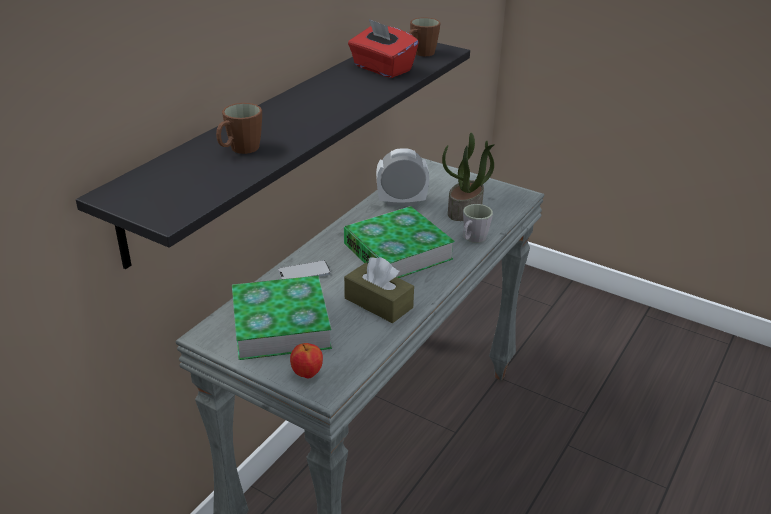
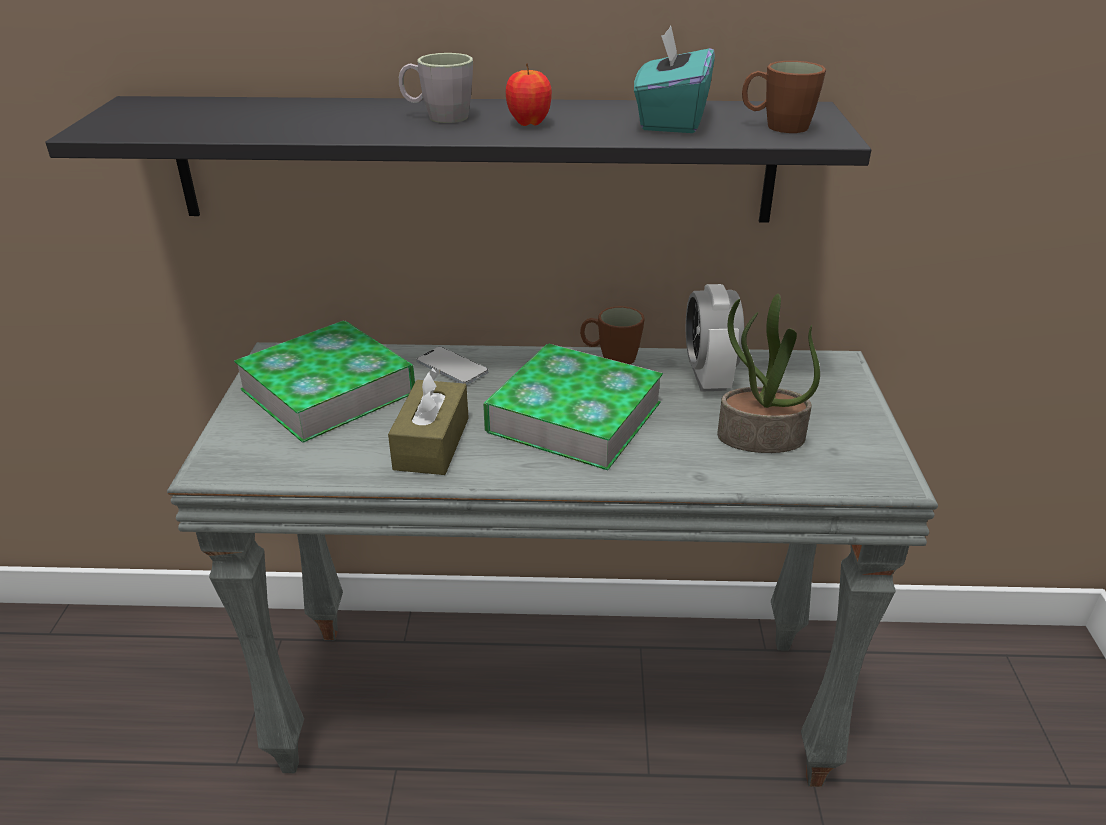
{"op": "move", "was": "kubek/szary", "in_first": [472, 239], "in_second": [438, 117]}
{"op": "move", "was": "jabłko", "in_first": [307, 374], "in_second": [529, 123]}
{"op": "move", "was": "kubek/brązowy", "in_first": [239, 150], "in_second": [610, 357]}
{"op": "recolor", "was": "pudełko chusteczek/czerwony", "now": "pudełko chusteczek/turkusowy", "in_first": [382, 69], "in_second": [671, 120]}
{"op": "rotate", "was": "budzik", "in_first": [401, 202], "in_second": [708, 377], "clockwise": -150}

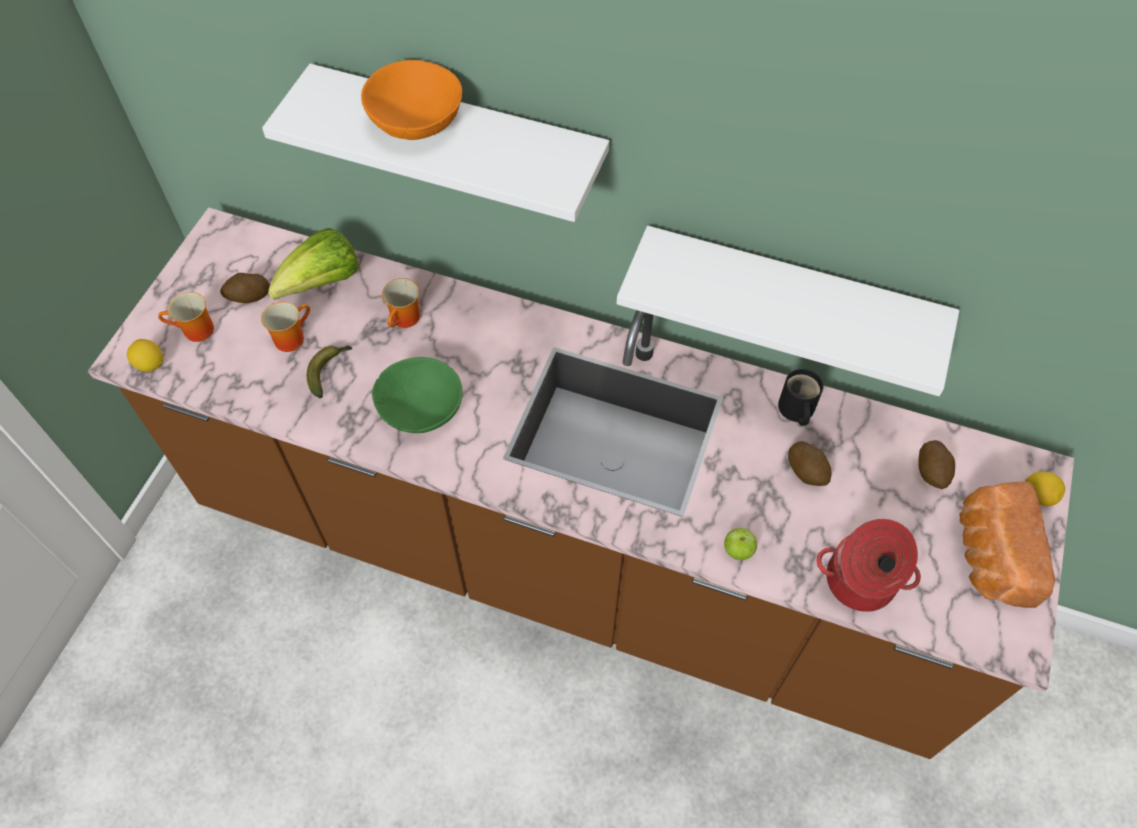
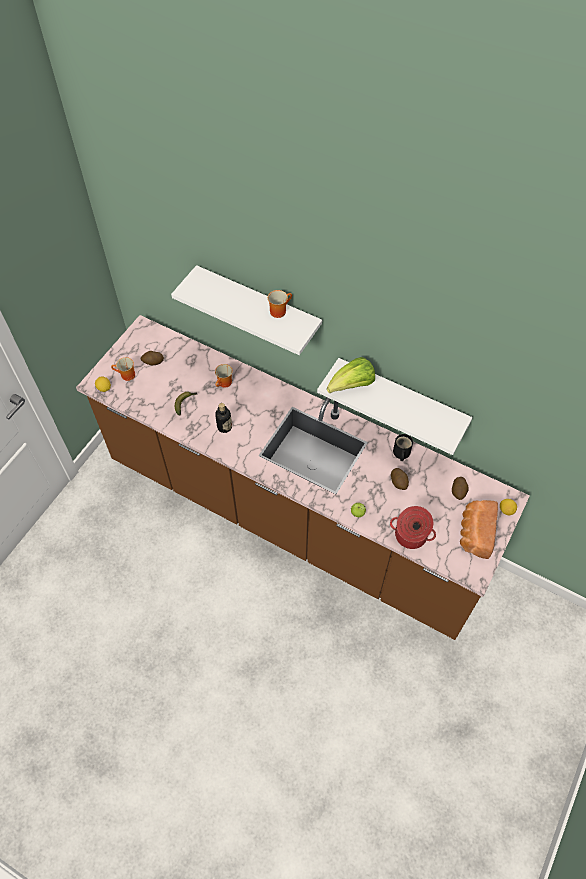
{"op": "replace", "was": "miska/zielony", "now": "butelka", "in_first": [420, 409], "in_second": [224, 427]}
{"op": "move", "was": "kubek", "in_first": [291, 336], "in_second": [278, 310]}
{"op": "move", "was": "sałata", "in_first": [322, 283], "in_second": [351, 386]}
{"op": "delete", "was": "miska/pomarańczowy", "in_first": [415, 123]}

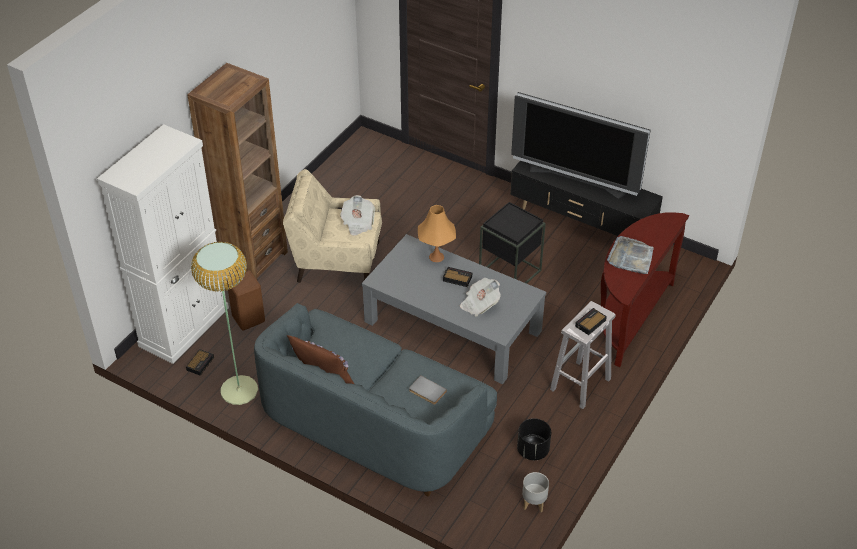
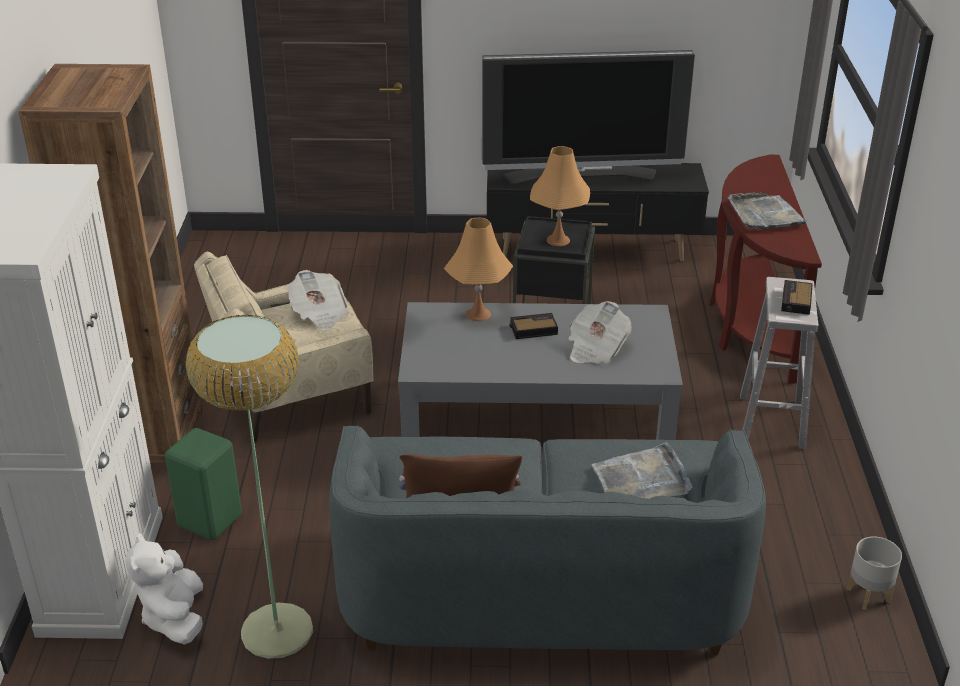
{"op": "replace", "was": "budzik", "now": "pluszak/biały", "in_first": [200, 363], "in_second": [175, 618]}
{"op": "recolor", "was": "stołek/brązowy", "now": "stołek/zielony", "in_first": [247, 318], "in_second": [208, 521]}
{"op": "insert", "now": "lampa stołowa/pomarańczowy", "in_second": [558, 240]}
{"op": "replace", "was": "książka/szary", "now": "taca/szary", "in_first": [427, 392], "in_second": [641, 480]}
{"op": "delete", "was": "donica/czarny", "in_first": [532, 450]}

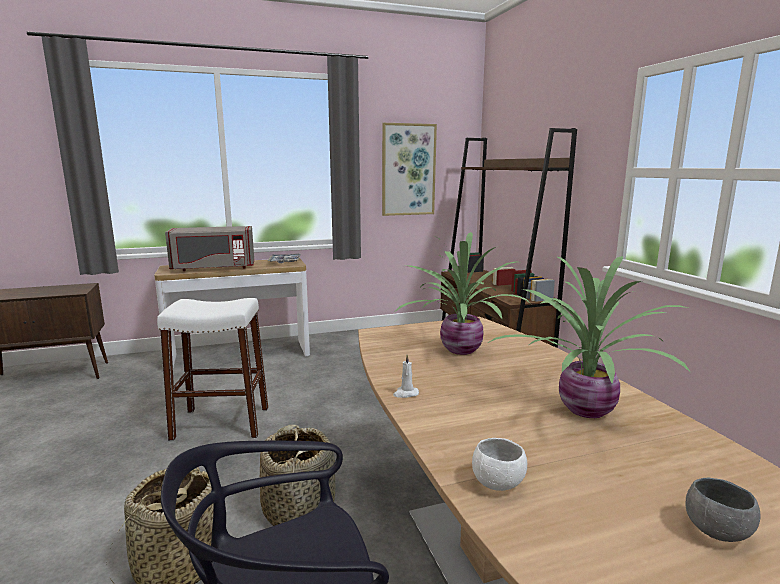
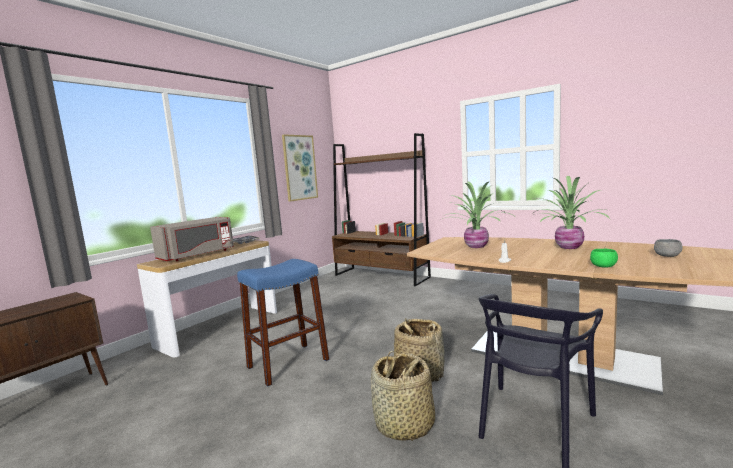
{"op": "recolor", "was": "stołek/biały", "now": "stołek/niebieski", "in_first": [221, 423], "in_second": [288, 363]}
{"op": "recolor", "was": "miska/biały", "now": "miska/zielony", "in_first": [498, 483], "in_second": [603, 266]}

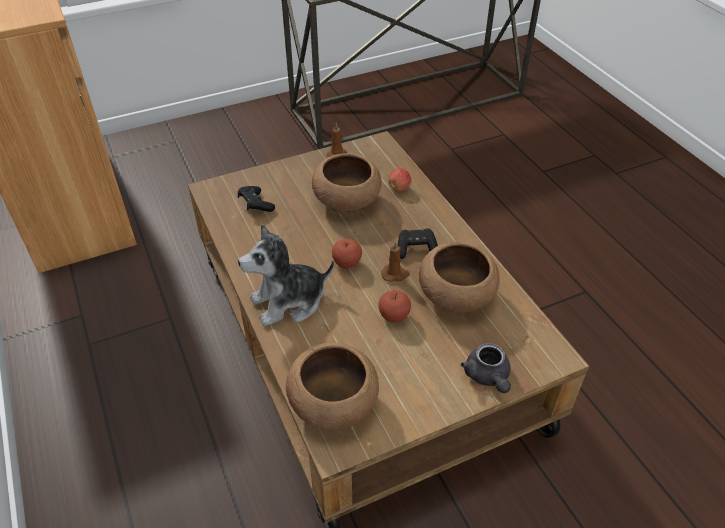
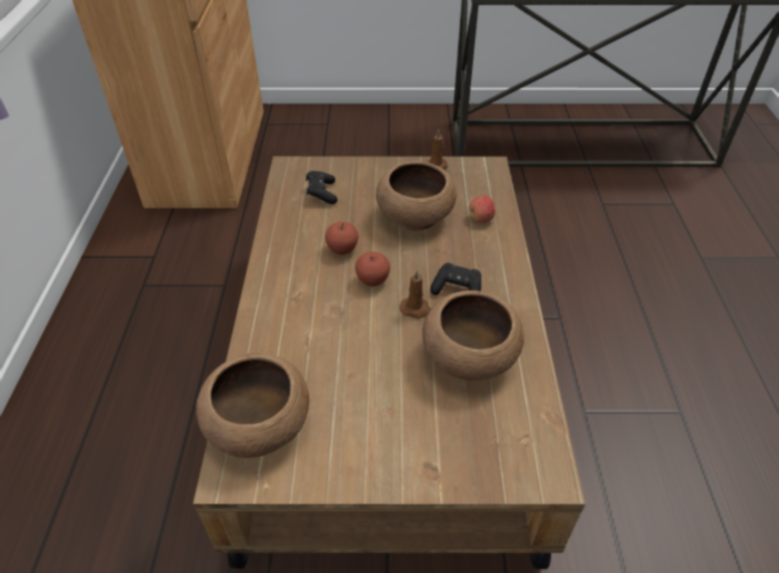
{"op": "move", "was": "jabłko", "in_first": [394, 316], "in_second": [342, 249]}
{"op": "delete", "was": "pluszak", "in_first": [289, 302]}
{"op": "delete", "was": "imbryk/szary", "in_first": [488, 377]}

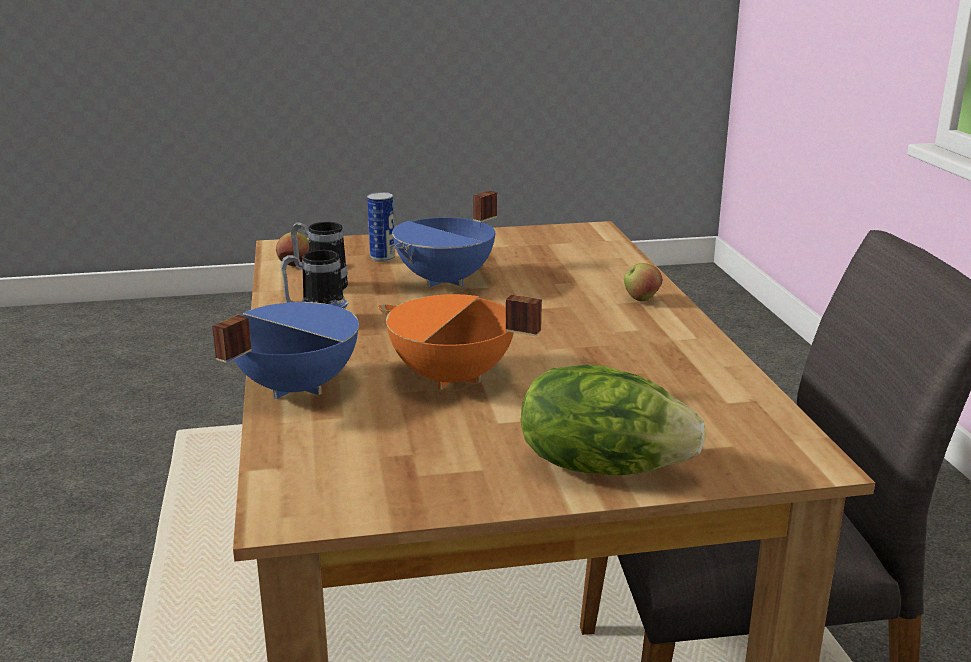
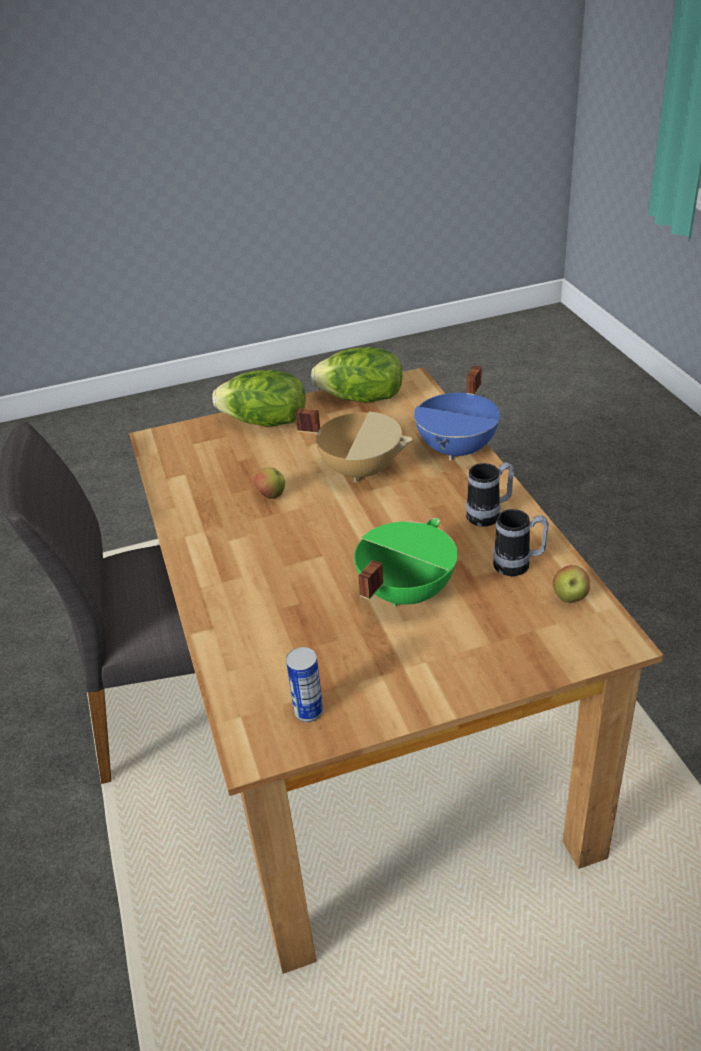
{"op": "move", "was": "jabłko", "in_first": [641, 300], "in_second": [271, 495]}
{"op": "move", "was": "puszka", "in_first": [382, 258], "in_second": [308, 711]}
{"op": "recolor", "was": "garnek/pomarańczowy", "now": "garnek/beżowy", "in_first": [451, 378], "in_second": [360, 469]}
{"op": "insert", "now": "sałata", "in_second": [361, 399]}
{"op": "recolor", "was": "garnek/niebieski", "now": "garnek/zielony", "in_first": [446, 281], "in_second": [404, 592]}

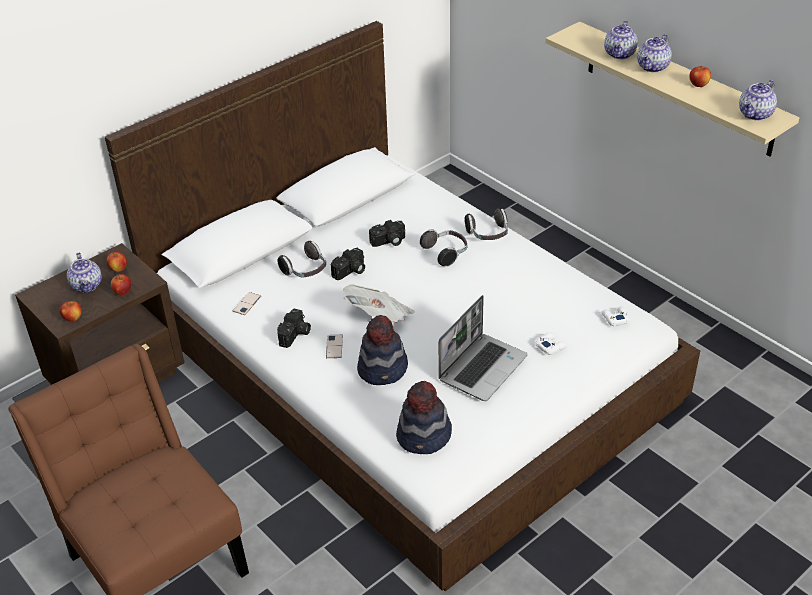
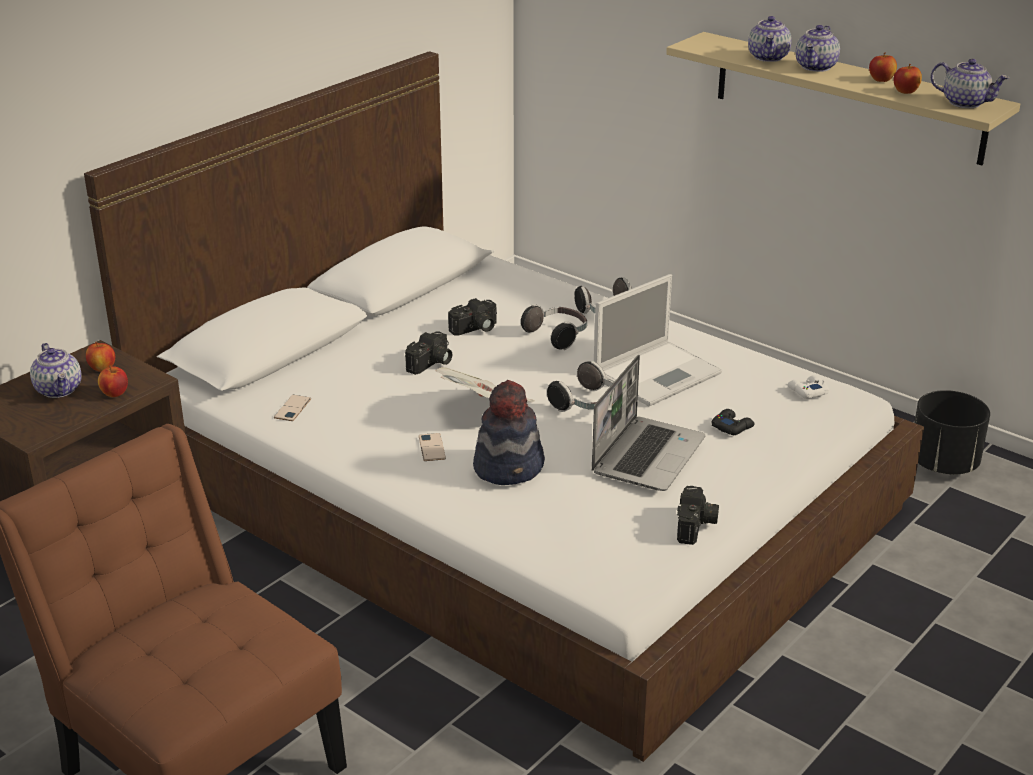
{"op": "move", "was": "słuchawki", "in_first": [305, 270], "in_second": [586, 404]}
{"op": "insert", "now": "laptop", "in_second": [658, 373]}
{"op": "move", "was": "aparat fotograficzny", "in_first": [295, 335], "in_second": [696, 526]}
{"op": "recolor", "was": "pad do gier/biały", "now": "pad do gier/czarny", "in_first": [550, 346], "in_second": [732, 427]}
{"op": "move", "was": "jabłko", "in_first": [73, 318], "in_second": [905, 92]}
{"op": "insert", "now": "donica/czarny", "in_second": [943, 464]}
{"op": "rotate", "was": "imbryk", "in_first": [755, 114], "in_second": [965, 103], "clockwise": -90}
{"op": "delete", "was": "kapelusz", "in_first": [424, 436]}

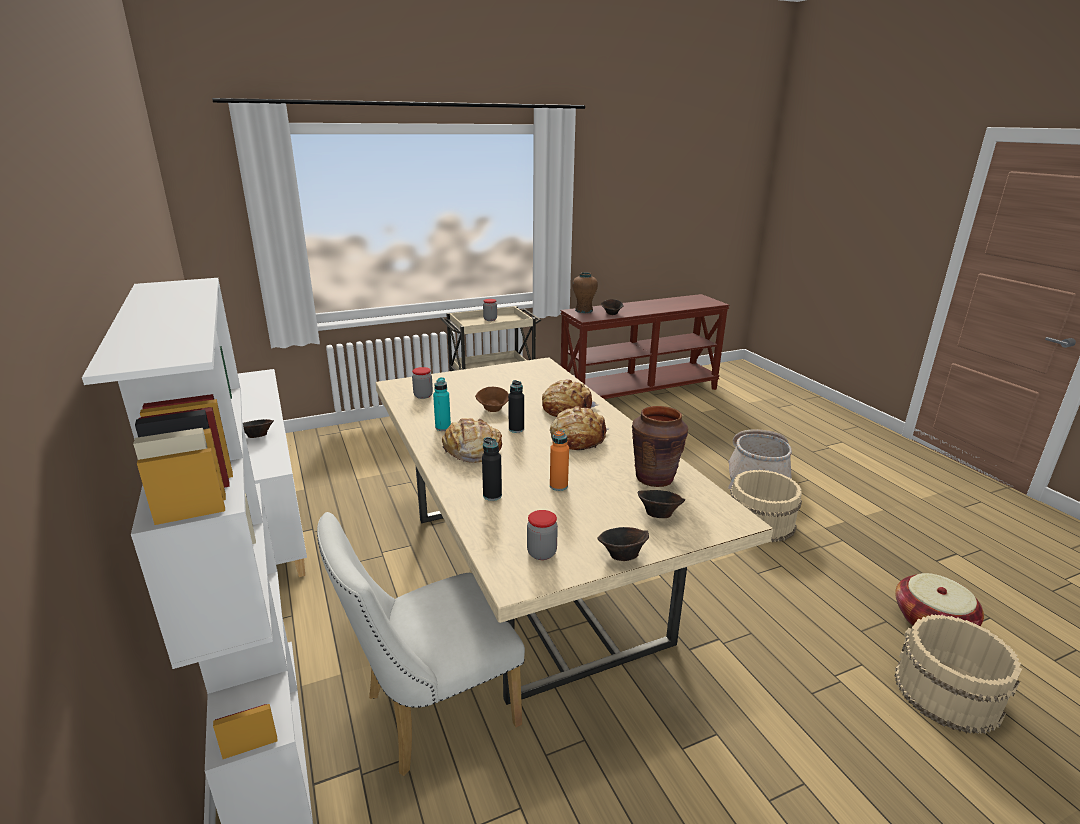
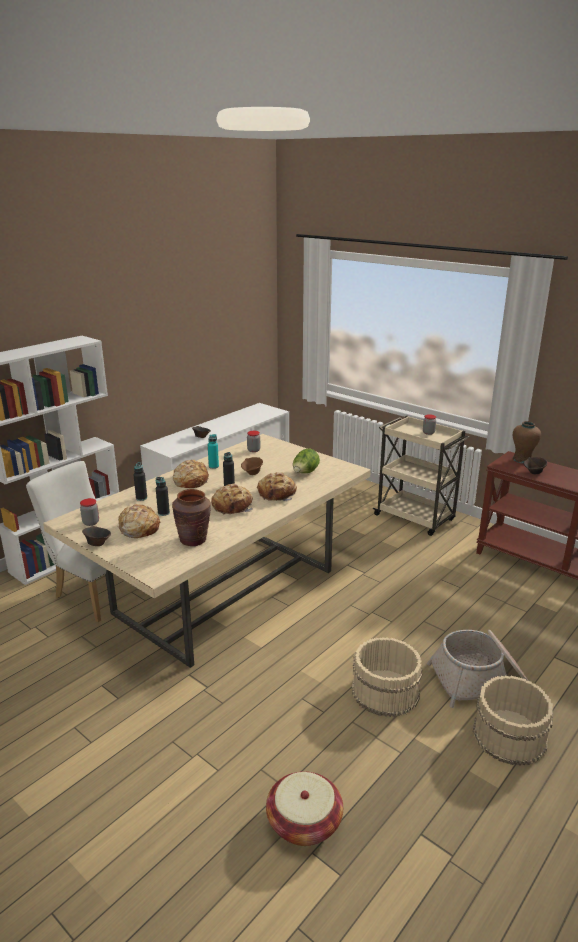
{"op": "insert", "now": "chleb", "in_second": [139, 528]}
{"op": "recolor", "was": "butelka/pomarańczowy", "now": "butelka/czarny", "in_first": [558, 486], "in_second": [163, 513]}
{"op": "insert", "now": "sałata", "in_second": [305, 473]}
{"op": "move", "was": "wiadro/beżowy", "in_first": [946, 693], "in_second": [508, 735]}
{"op": "delete", "was": "miska/brązowy", "in_first": [658, 514]}

